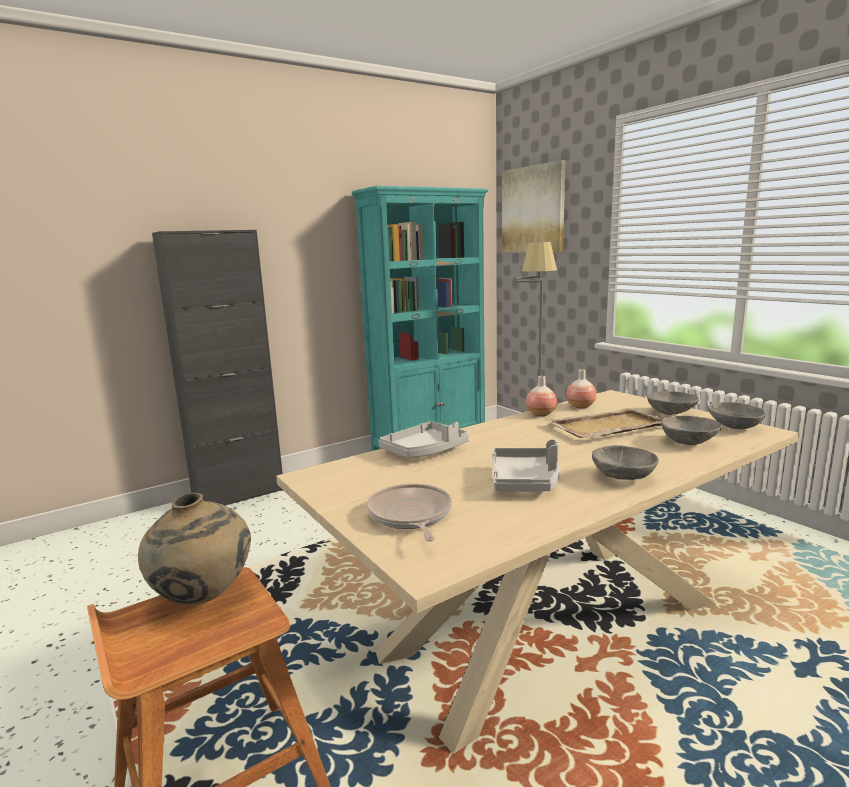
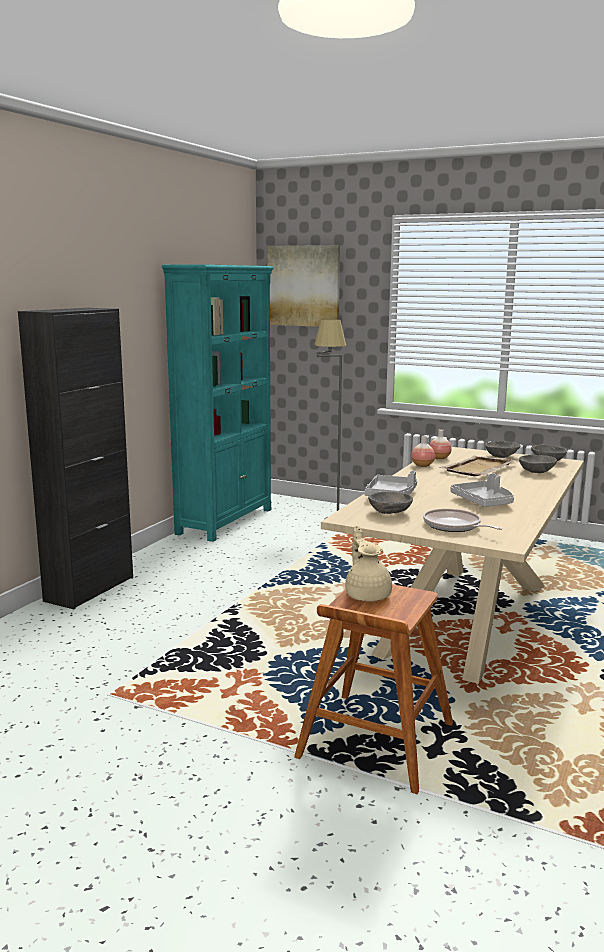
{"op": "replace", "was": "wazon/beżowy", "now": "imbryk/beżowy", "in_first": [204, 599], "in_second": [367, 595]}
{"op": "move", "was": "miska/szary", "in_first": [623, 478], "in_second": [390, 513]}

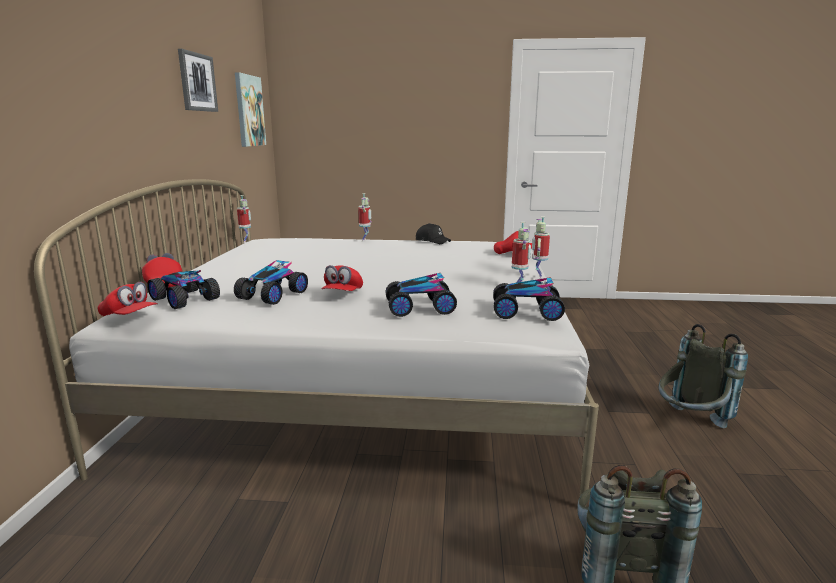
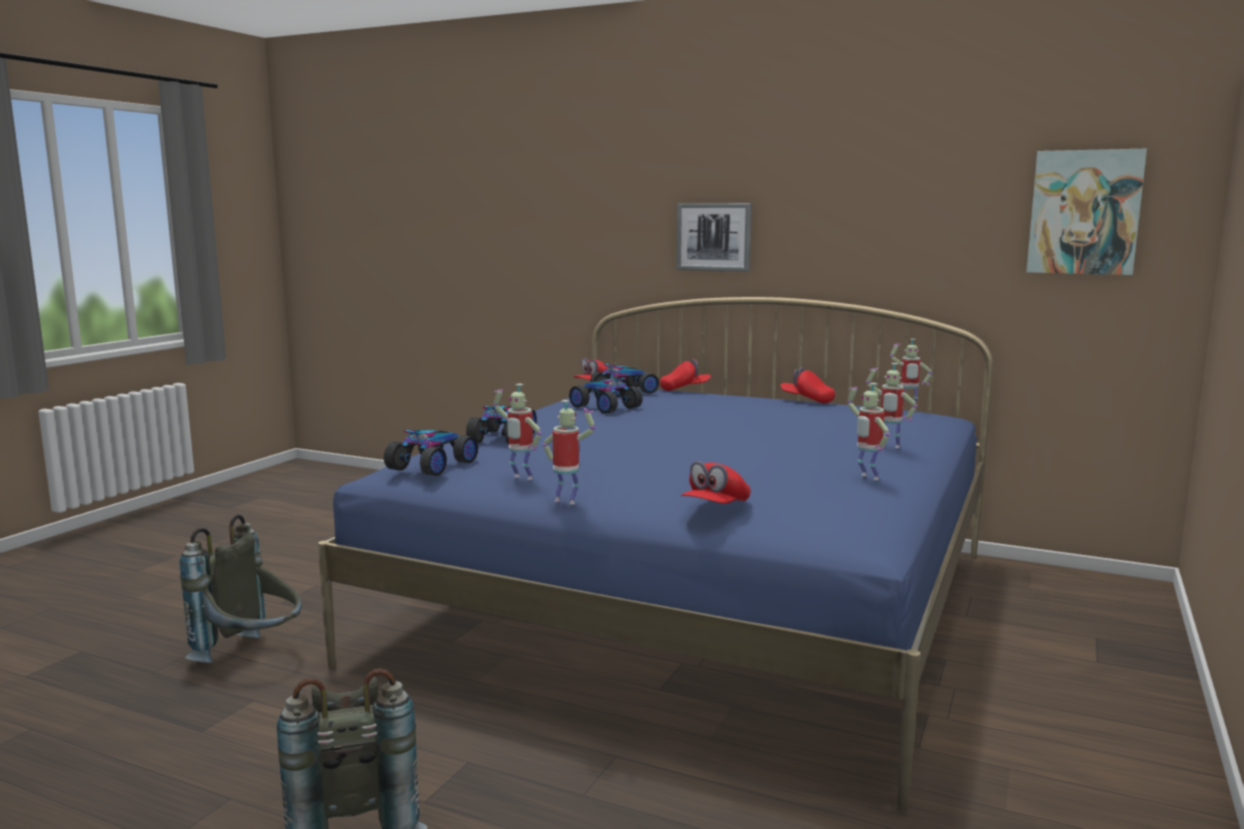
{"op": "recolor", "was": "łóżko/biały", "now": "łóżko/niebieski", "in_first": [365, 383], "in_second": [697, 603]}
{"op": "move", "was": "obraz", "in_first": [197, 82], "in_second": [714, 237]}
{"op": "move", "was": "czapka z daszkiem/czerwony", "in_first": [343, 294], "in_second": [807, 400]}
{"op": "replace", "was": "czapka z daszkiem/czarny", "now": "robot zabawkowy", "in_first": [432, 241], "in_second": [867, 477]}

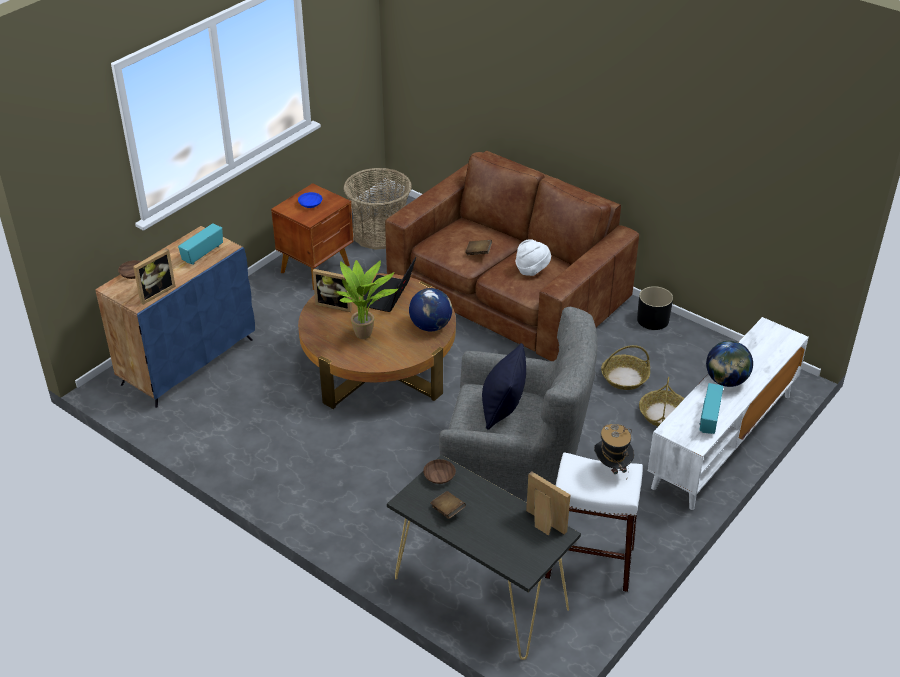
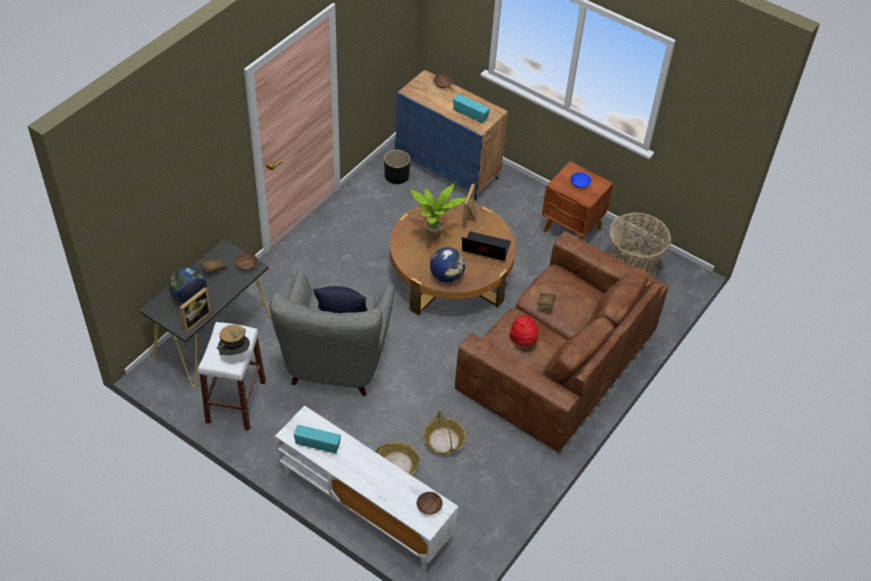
{"op": "move", "was": "globus", "in_first": [726, 381], "in_second": [190, 297]}
{"op": "move", "was": "donica/czarny", "in_first": [653, 320], "in_second": [396, 175]}
{"op": "insert", "now": "miska/brązowy", "in_second": [428, 507]}
{"op": "recolor", "was": "kapelusz/biały", "now": "kapelusz/czerwony", "in_first": [532, 269], "in_second": [523, 340]}
{"op": "delete", "was": "ramka na zdjęcie", "in_first": [155, 292]}

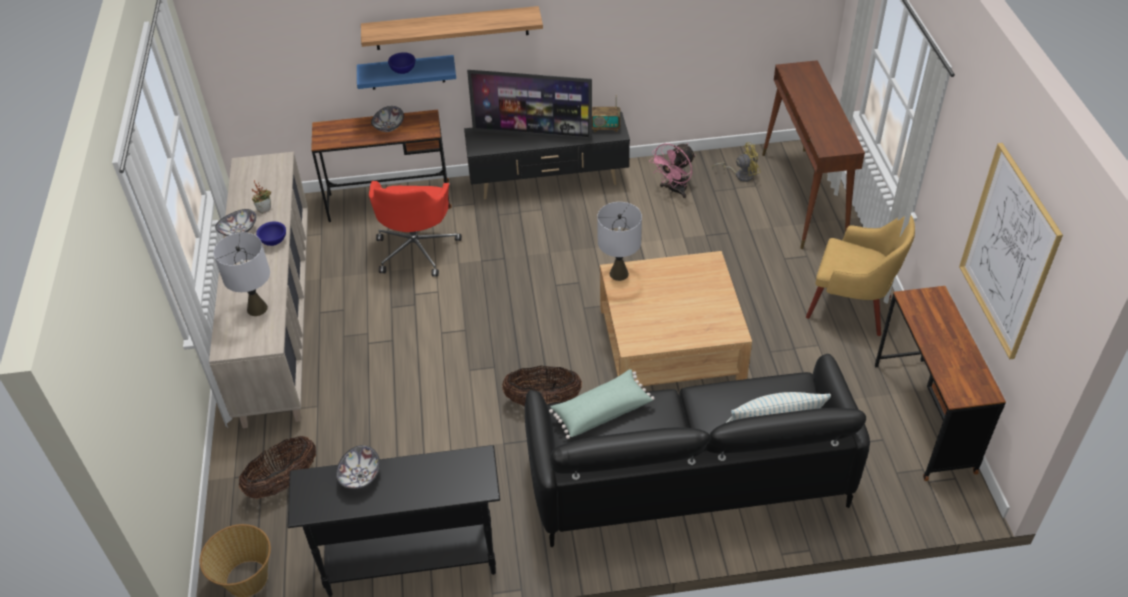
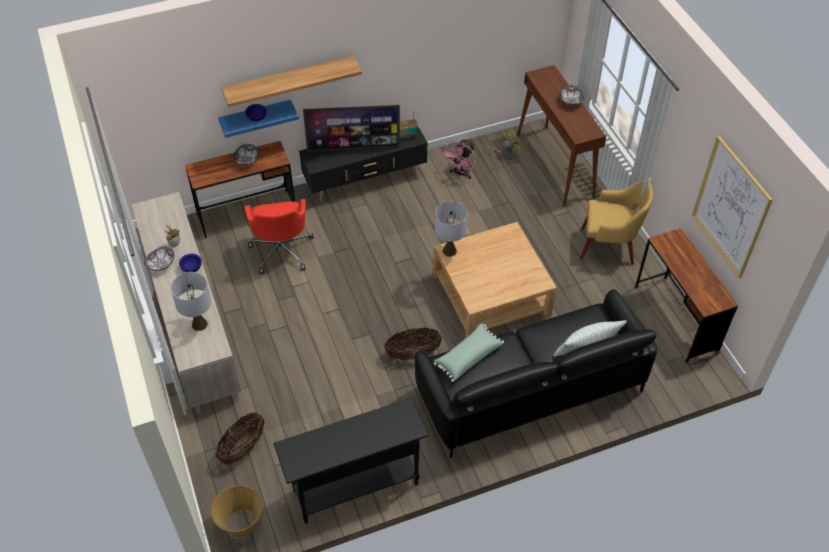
{"op": "move", "was": "miska", "in_first": [360, 476], "in_second": [571, 101]}

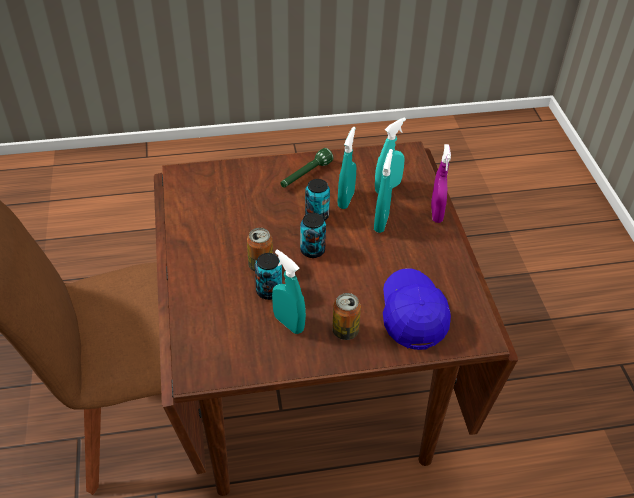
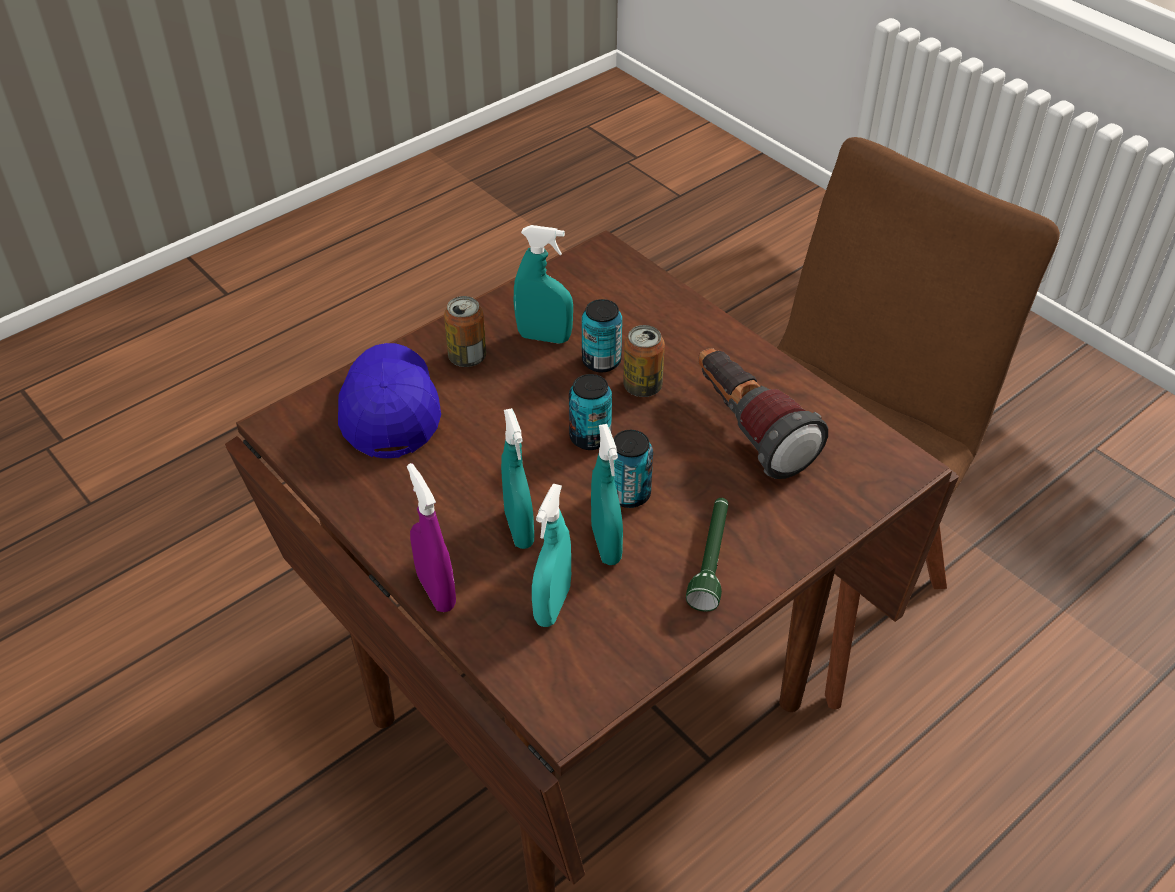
{"op": "rotate", "was": "czapka z daszkiem/niebieski", "in_first": [412, 315], "in_second": [390, 411], "clockwise": -150}
{"op": "insert", "now": "latarka", "in_second": [748, 430]}

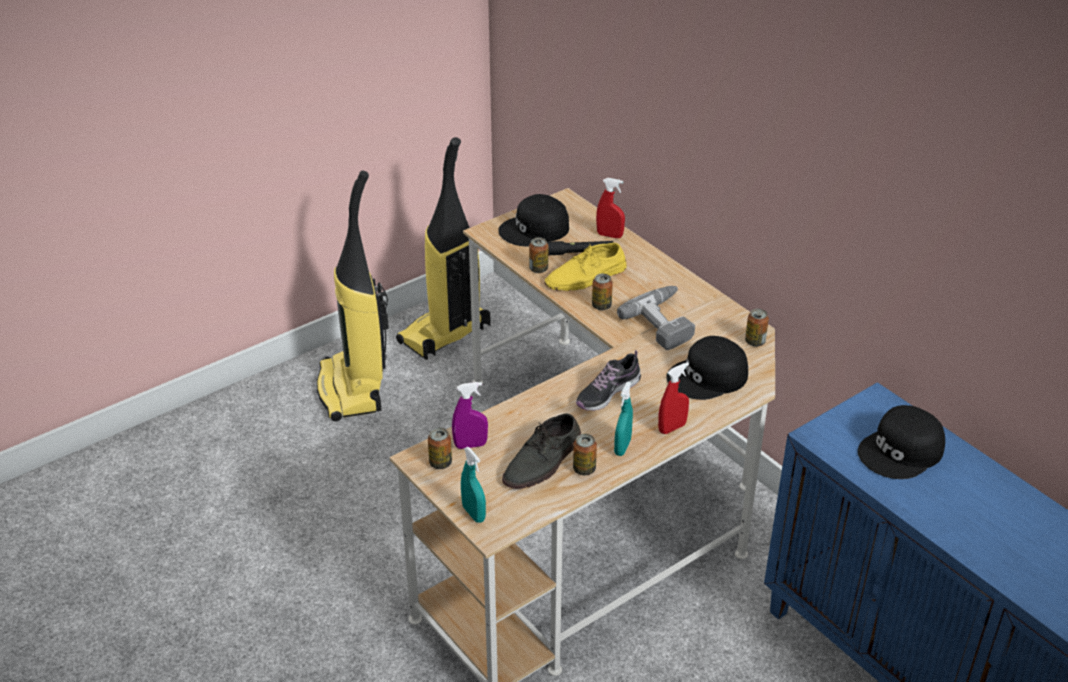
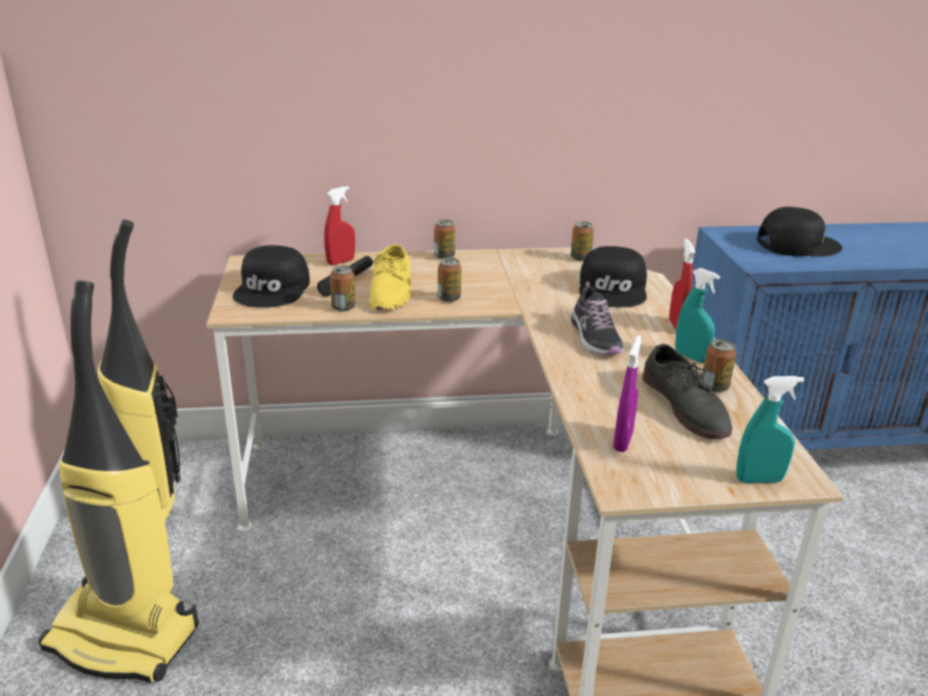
{"op": "move", "was": "puszka", "in_first": [440, 463], "in_second": [444, 256]}
{"op": "rotate", "was": "czapka z daszkiem/czarny", "in_first": [902, 451], "in_second": [797, 244], "clockwise": -90}
{"op": "delete", "was": "wiertarka", "in_first": [666, 322]}

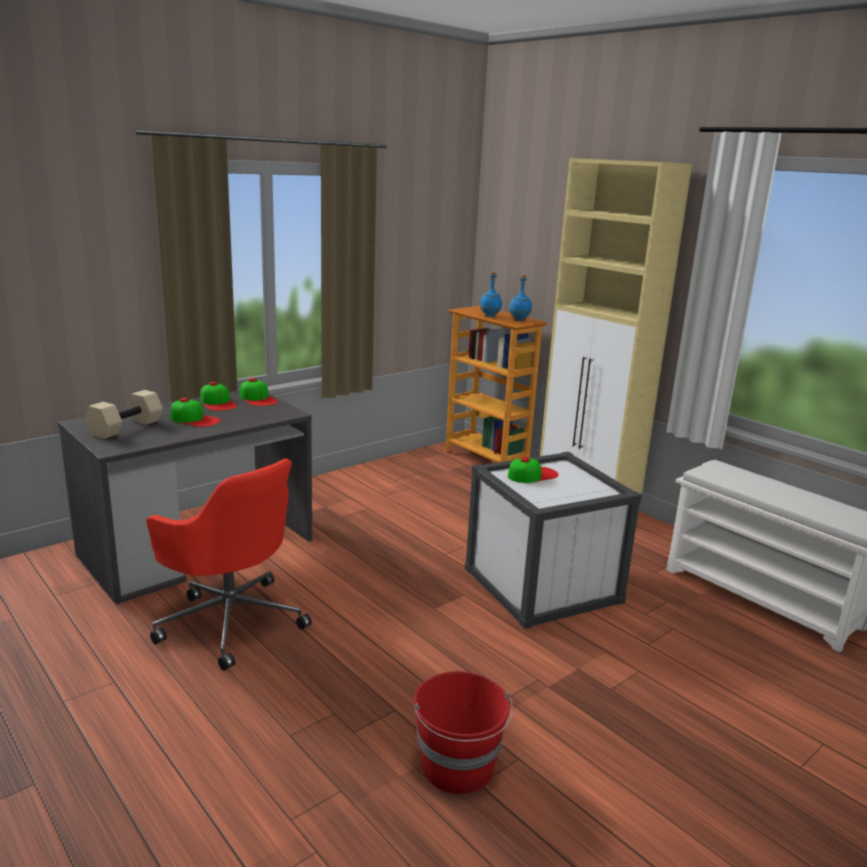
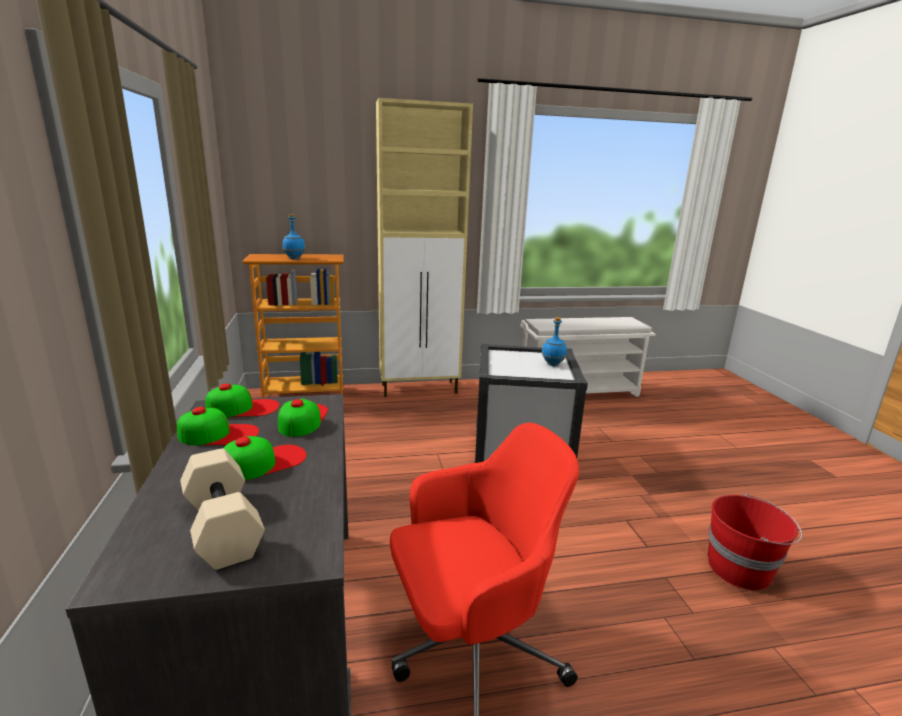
{"op": "move", "was": "czapka z daszkiem", "in_first": [532, 475], "in_second": [302, 419]}
{"op": "move", "was": "butelka/niebieski", "in_first": [519, 320], "in_second": [552, 364]}

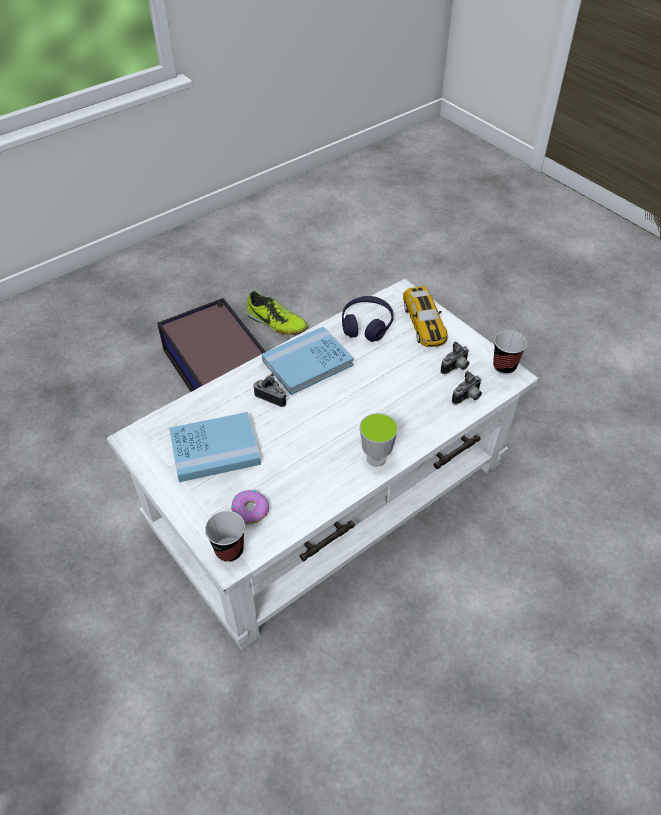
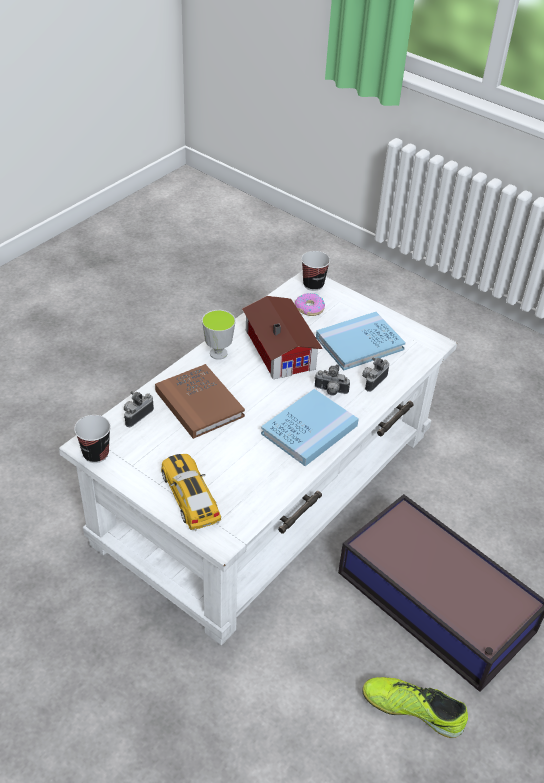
{"op": "insert", "now": "książka/brązowy", "in_second": [199, 403]}
{"op": "insert", "now": "domek", "in_second": [281, 347]}
{"op": "move", "was": "aparat fotograficzny", "in_first": [456, 368], "in_second": [373, 381]}
{"op": "delete", "was": "słuchawki/fioletowy", "in_first": [366, 325]}

